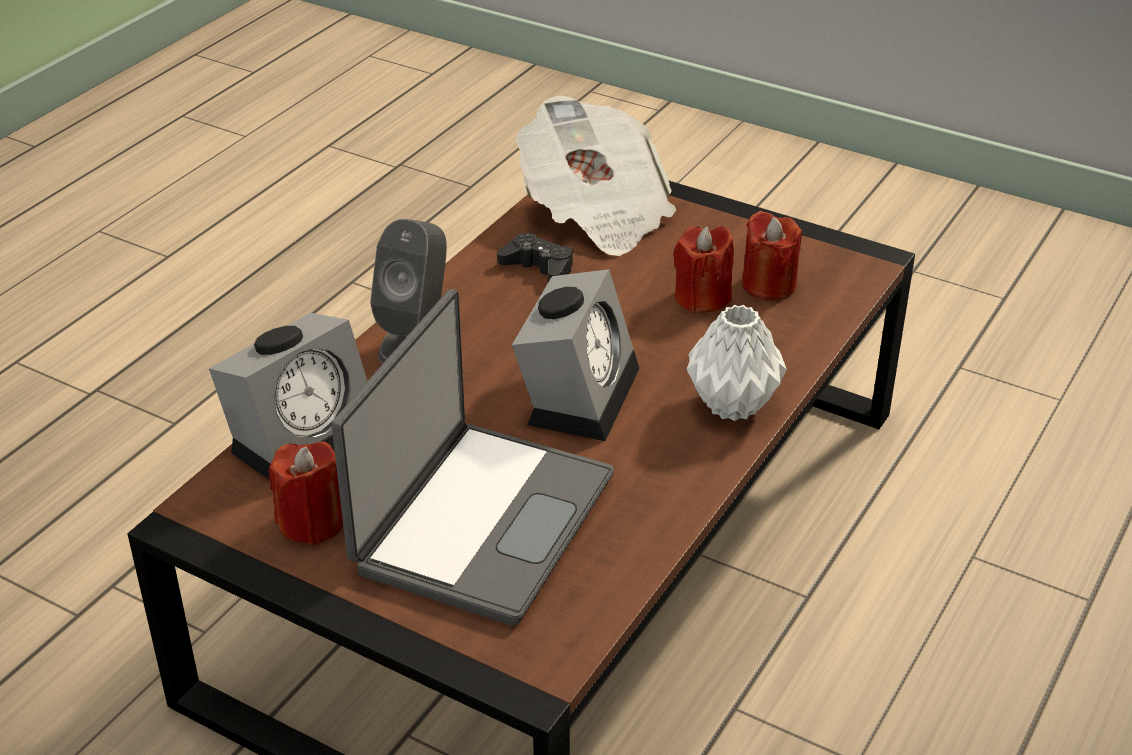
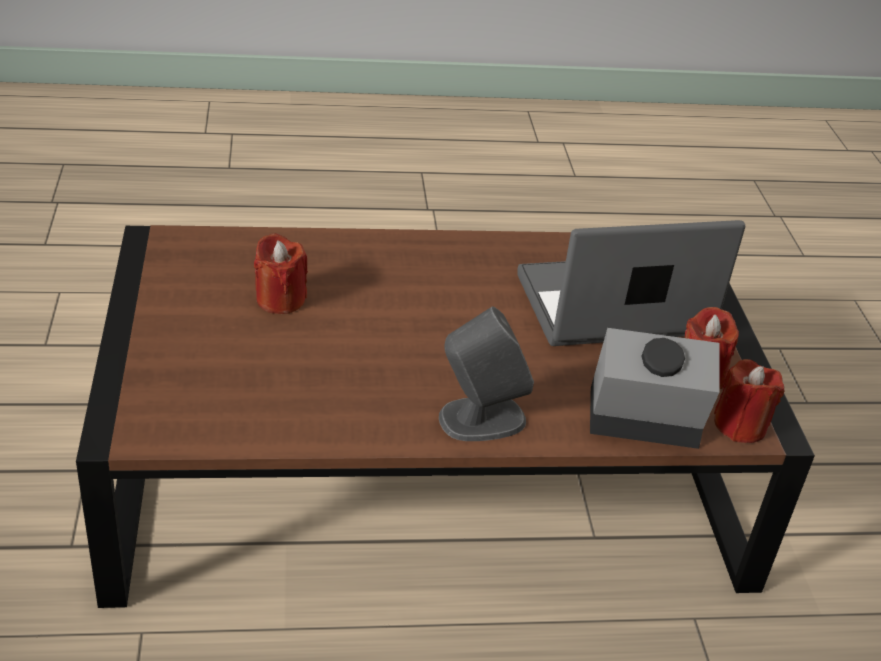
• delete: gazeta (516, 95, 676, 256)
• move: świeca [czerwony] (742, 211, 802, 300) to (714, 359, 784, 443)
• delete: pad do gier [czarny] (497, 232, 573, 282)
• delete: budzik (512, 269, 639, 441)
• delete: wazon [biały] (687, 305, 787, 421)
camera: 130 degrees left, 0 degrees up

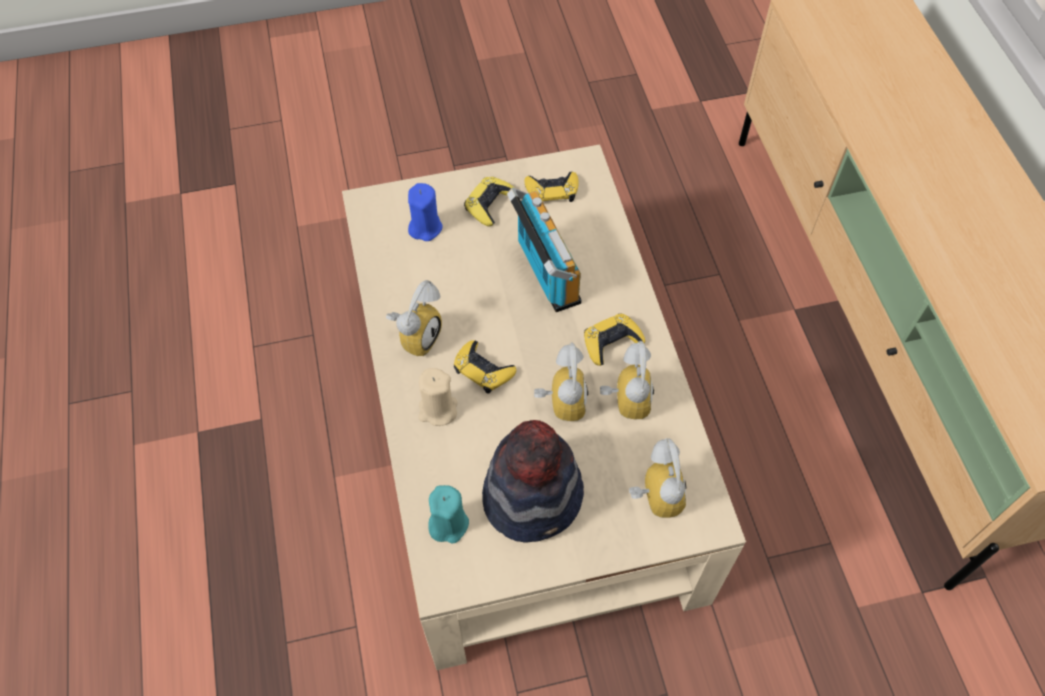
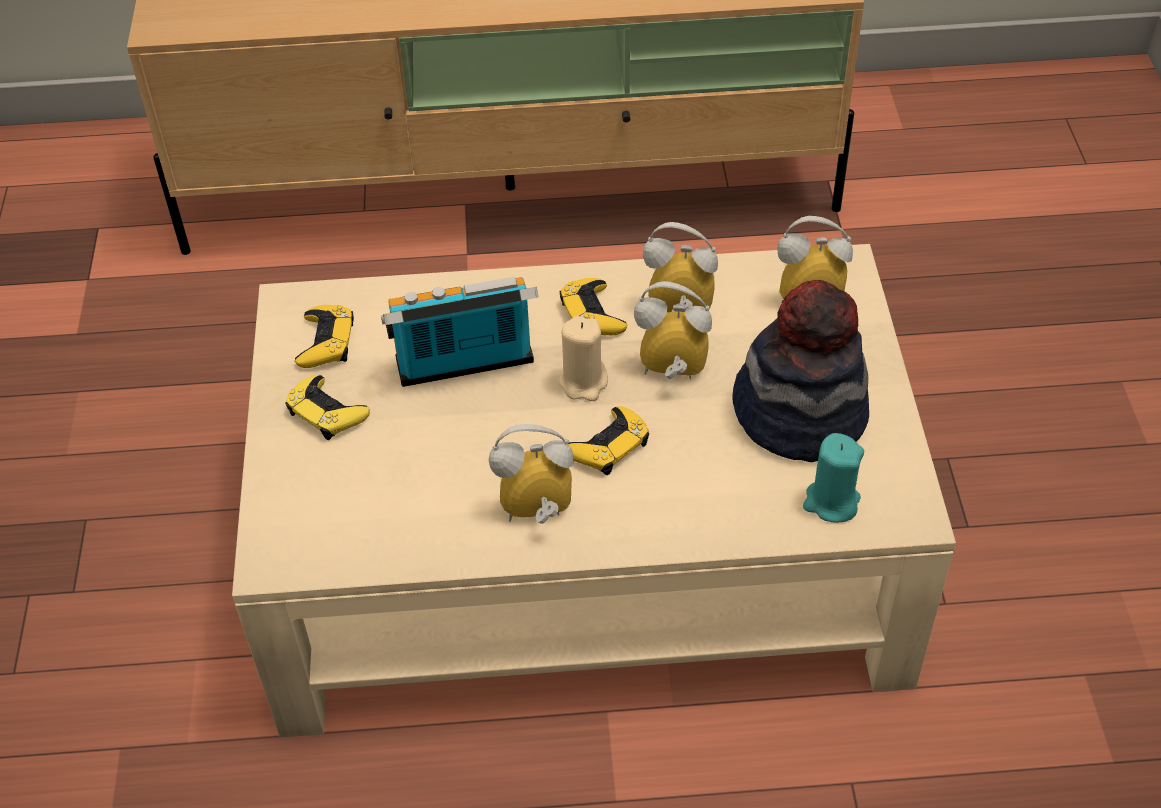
• delete: świeca [niebieski] (408, 183, 443, 241)
• rotate: budzik (386, 280, 442, 356) = (489, 424, 573, 524) 45 degrees counterclockwise
• move: świeca [beżowy] (418, 368, 458, 426) to (559, 316, 608, 401)
camera: 80 degrees left, 10 degrees down

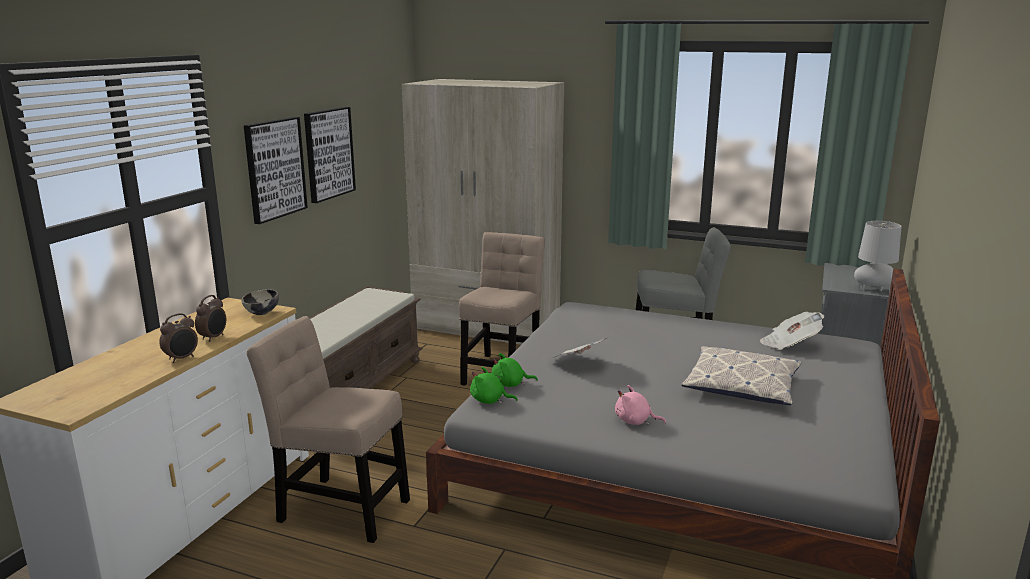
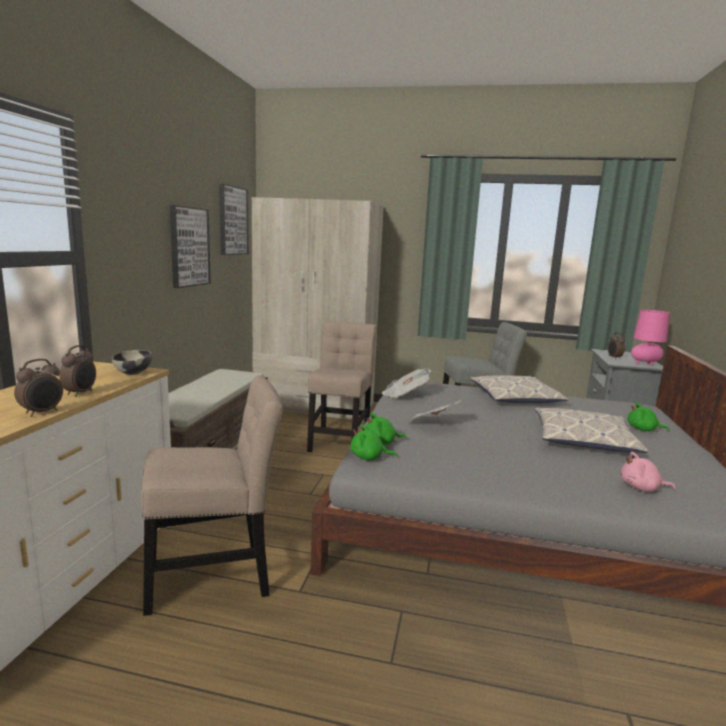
• move: obraz (244, 117, 308, 224) to (219, 183, 249, 255)
• recolor: lampa stołowa [szary] (854, 221, 902, 291) to lampa stołowa [różowy] (631, 310, 670, 366)
• move: gazeta (760, 312, 825, 350) to (382, 369, 431, 398)
• rotate: krzesło [beżowy] (247, 316, 410, 543) = (141, 376, 283, 616) 150 degrees clockwise
• move: pluszak [różowy] (615, 385, 666, 425) to (621, 452, 676, 492)
• insert: budzik (607, 332, 625, 359)
• insert: poduszka (470, 375, 569, 403)
• insert: pluszak [zielony] (628, 403, 670, 432)
camera: 10 degrees left, 5 degrees down

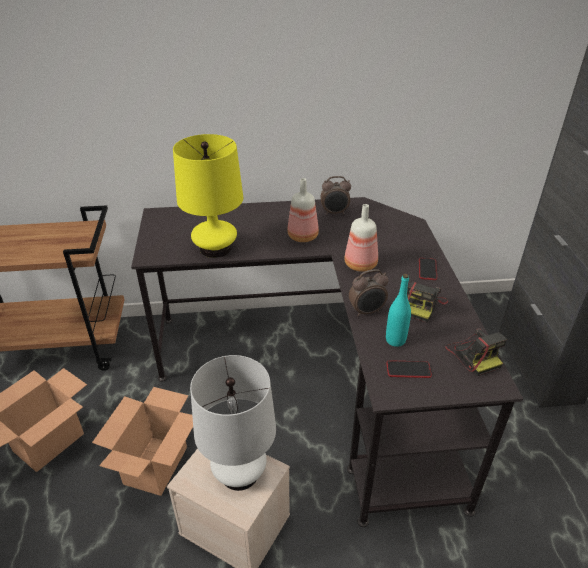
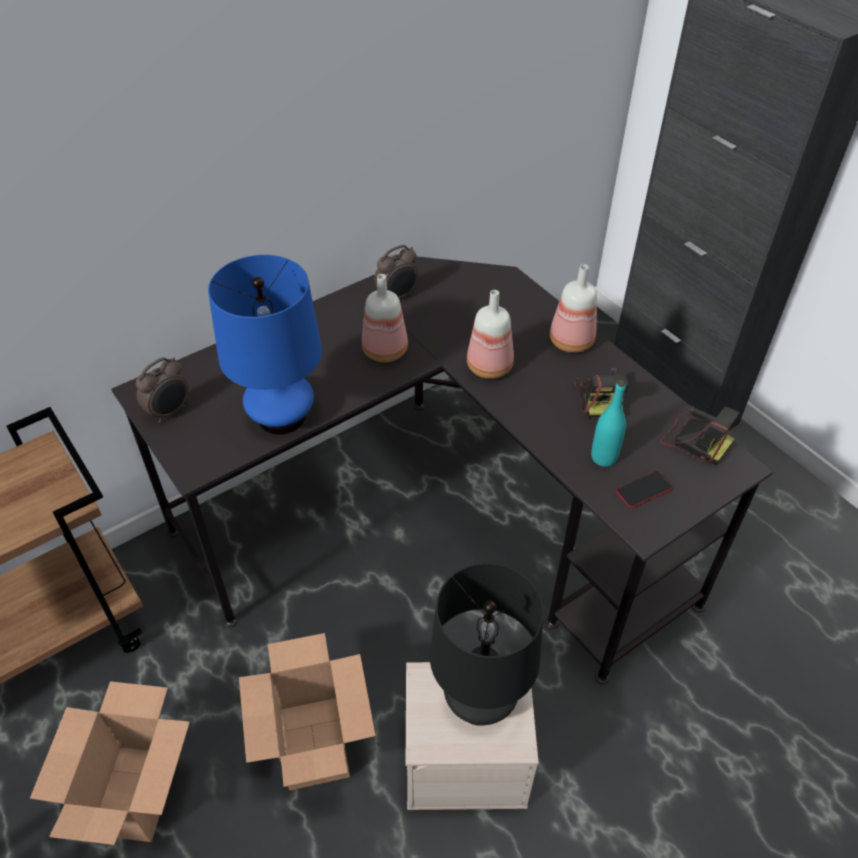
• recolor: lampa stołowa [żółty] (173, 134, 243, 258) to lampa stołowa [niebieski] (208, 255, 322, 435)
• replace: telefon (419, 258, 437, 280) to butelka (550, 264, 597, 353)
• move: budzik (349, 269, 388, 317) to (136, 357, 189, 423)
• recolor: lampa stołowa [biały] (190, 355, 276, 491) to lampa stołowa [czarny] (430, 563, 544, 726)
camera: 30 degrees left, 10 degrees up

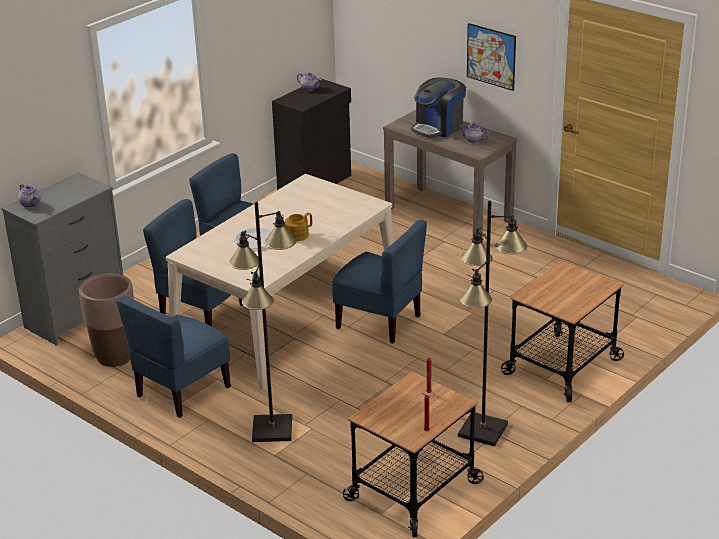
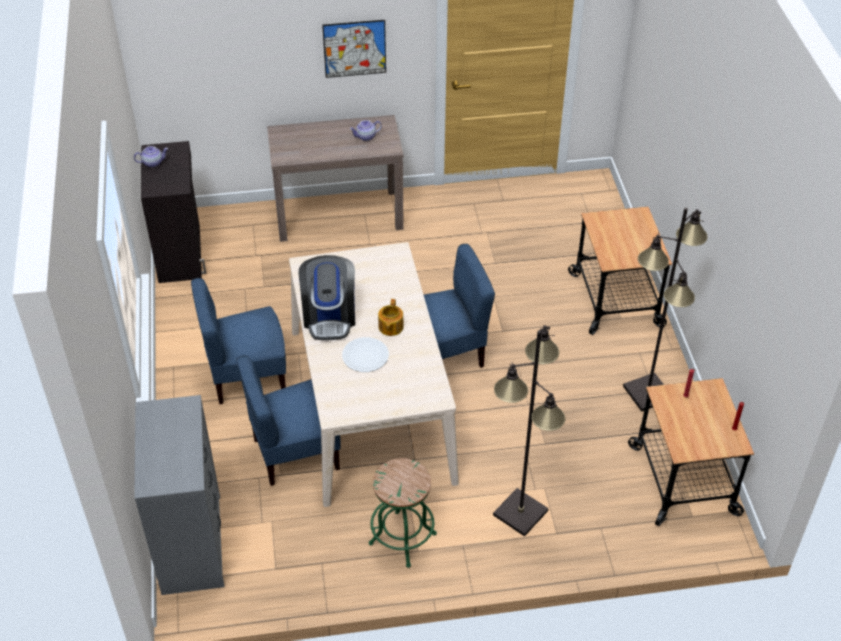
• move: ekspres do kawy (411, 77, 466, 138) to (299, 255, 355, 340)
• delete: imbryk (18, 184, 41, 208)
• delete: donica [brązowy] (79, 273, 134, 367)
• replace: krzesło [niebieski] (116, 296, 231, 418) to stołek [zielony] (369, 458, 437, 568)
camera: 50 degrees left, 15 degrees up

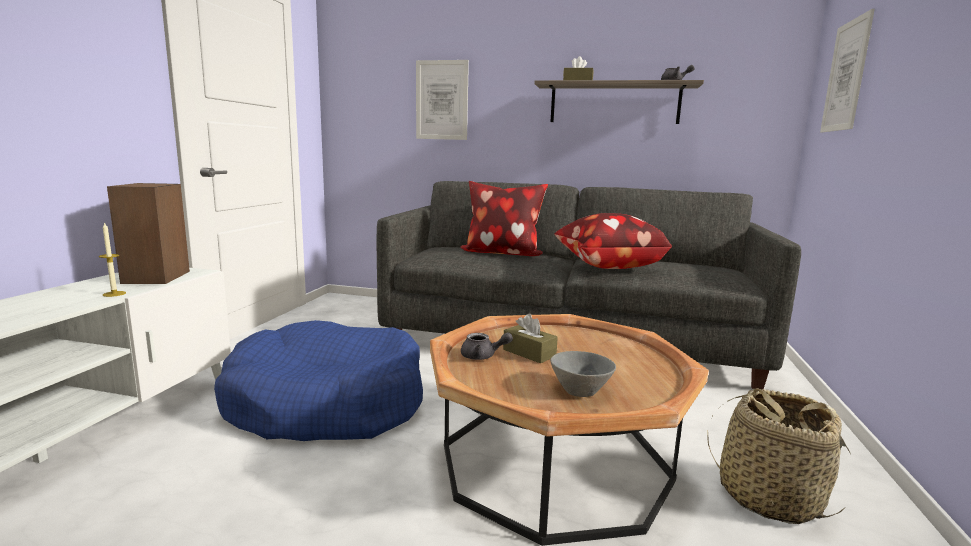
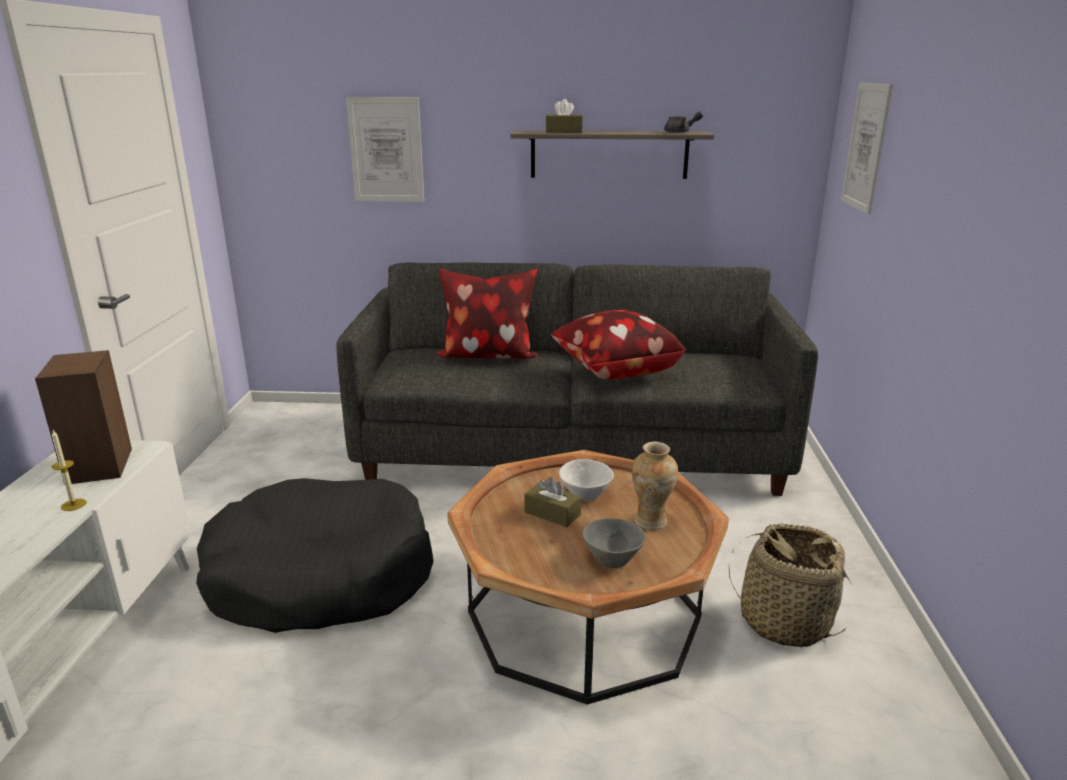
• recolor: legowisko [niebieski] (214, 320, 423, 441) to legowisko [czarny] (196, 478, 434, 633)
• delete: imbryk [szary] (461, 332, 513, 360)
• insert: wazon (632, 441, 678, 530)
• insert: miska [biały] (559, 459, 614, 501)
camera: 10 degrees left, 10 degrees up

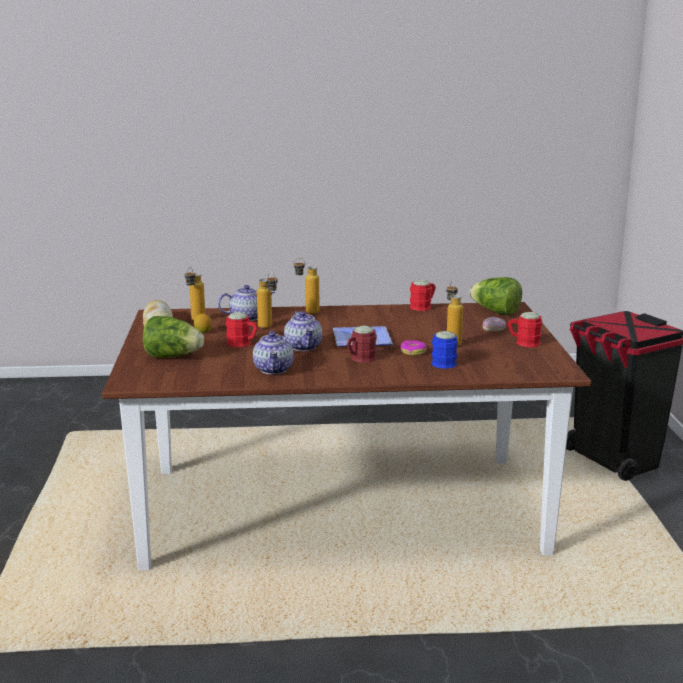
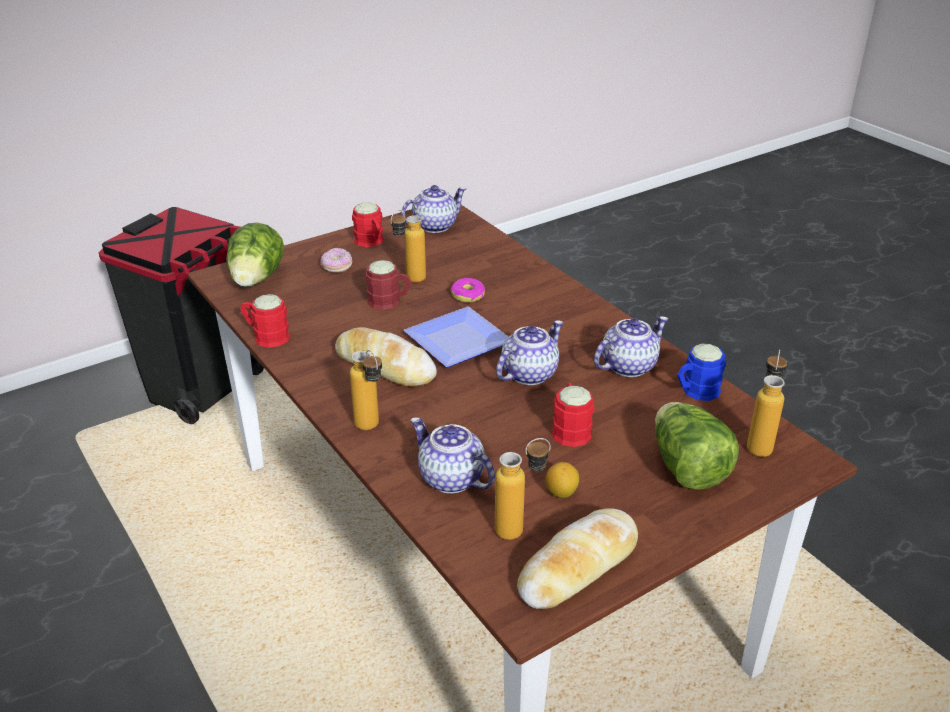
• move: butelka (257, 272, 277, 328) to (747, 349, 787, 457)
• move: kubek [czerwony] (346, 325, 377, 363) to (366, 260, 412, 310)
• move: kubek [niebieski] (431, 331, 458, 369) to (677, 344, 726, 401)
• insert: imbryk (401, 185, 467, 233)
• insert: chleb (335, 327, 437, 387)
camera: 120 degrees left, 15 degrees up

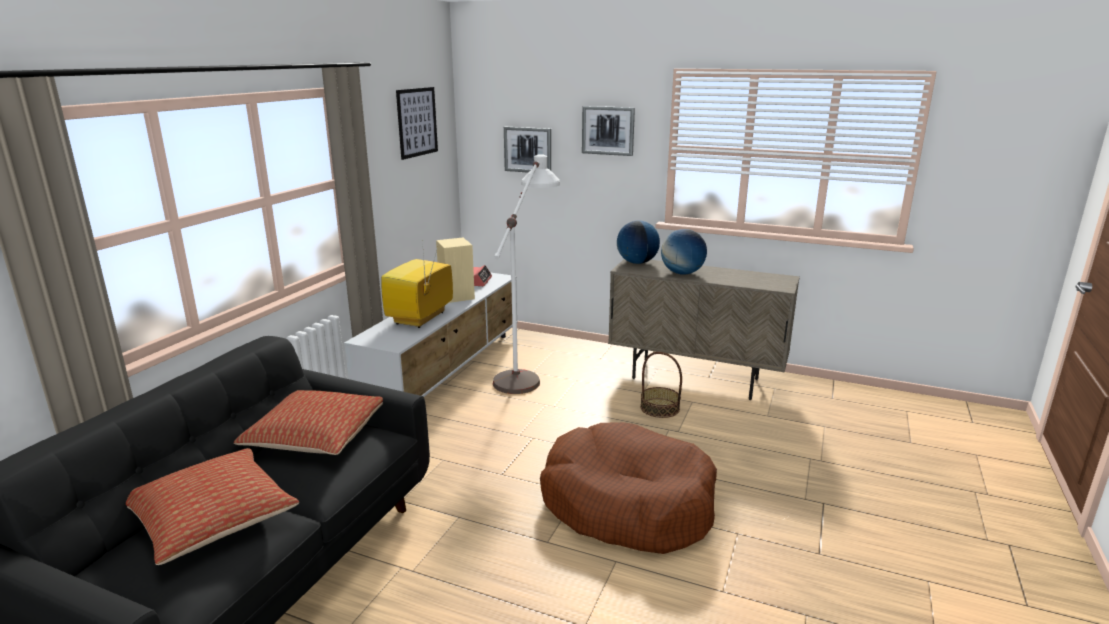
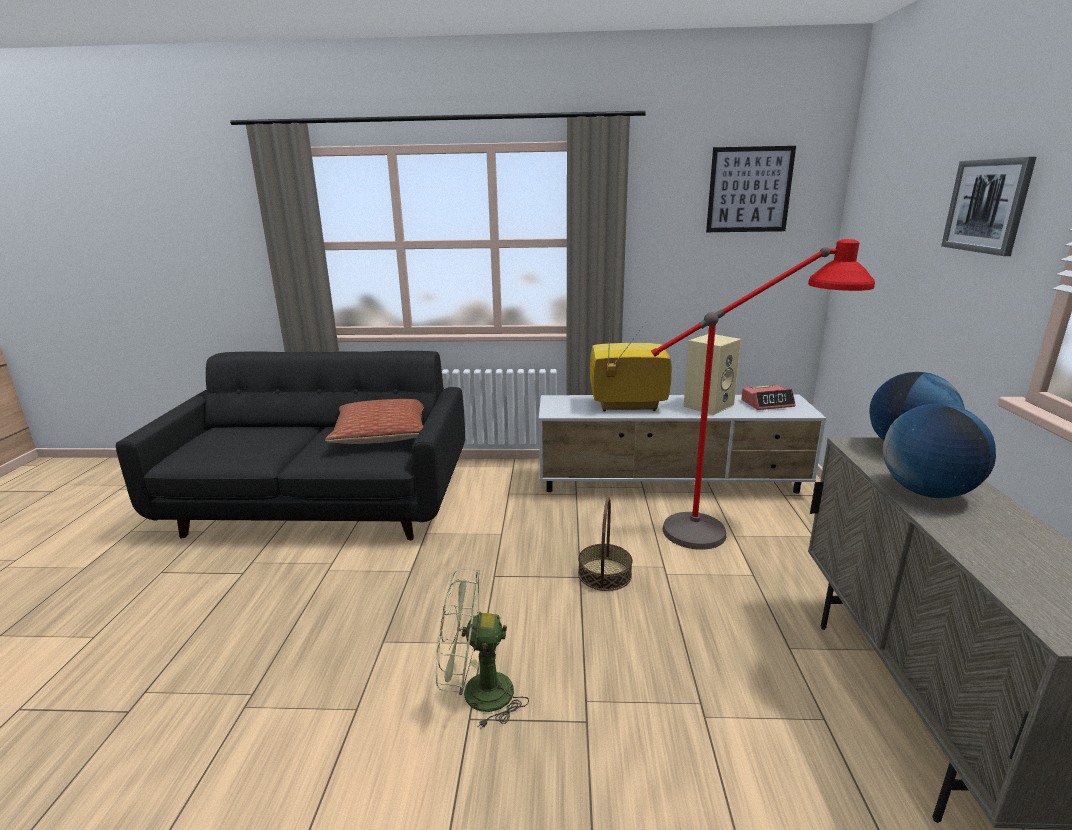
• delete: obraz (504, 127, 551, 173)
• recolor: lampa stojąca [biały] (493, 154, 560, 394) to lampa stojąca [czerwony] (651, 239, 875, 550)
• move: koszyk (640, 352, 682, 418) to (578, 497, 633, 591)
• replace: legowisko [brązowy] (540, 422, 717, 554) to wentylator [zielony] (436, 569, 529, 729)
• delete: poduszka (126, 448, 299, 565)
camera: 70 degrees right, 0 degrees up

